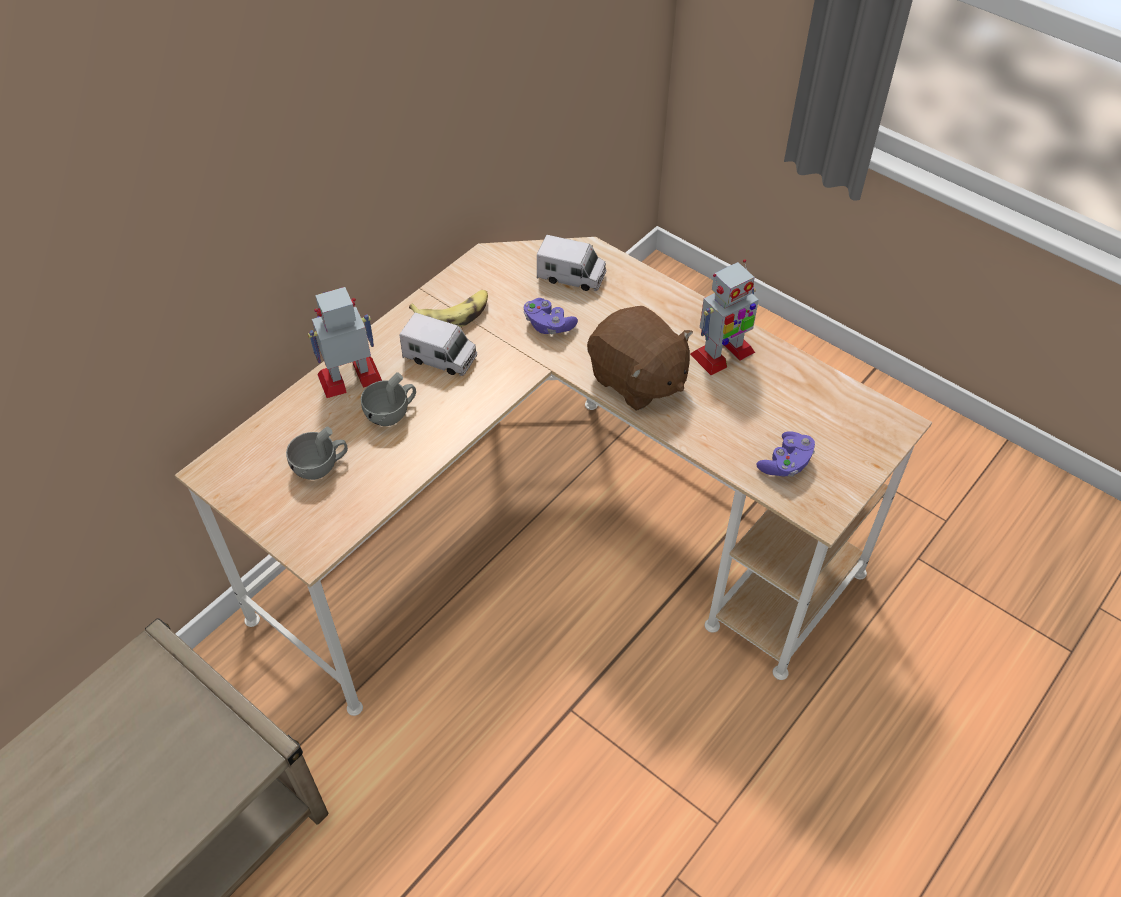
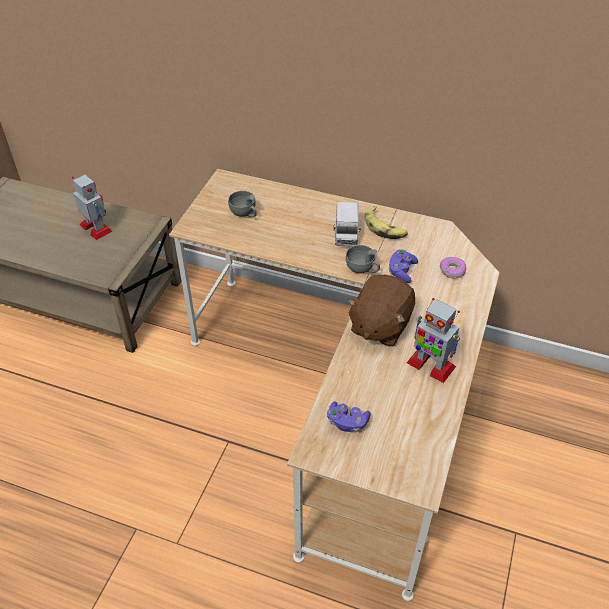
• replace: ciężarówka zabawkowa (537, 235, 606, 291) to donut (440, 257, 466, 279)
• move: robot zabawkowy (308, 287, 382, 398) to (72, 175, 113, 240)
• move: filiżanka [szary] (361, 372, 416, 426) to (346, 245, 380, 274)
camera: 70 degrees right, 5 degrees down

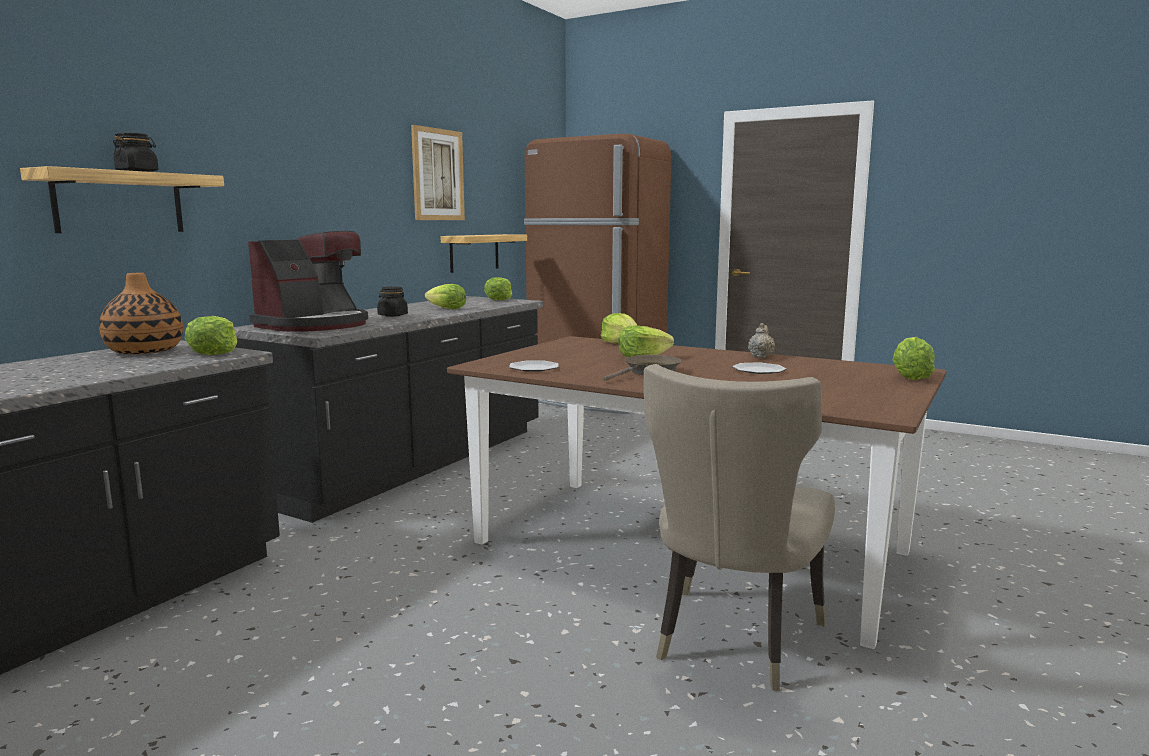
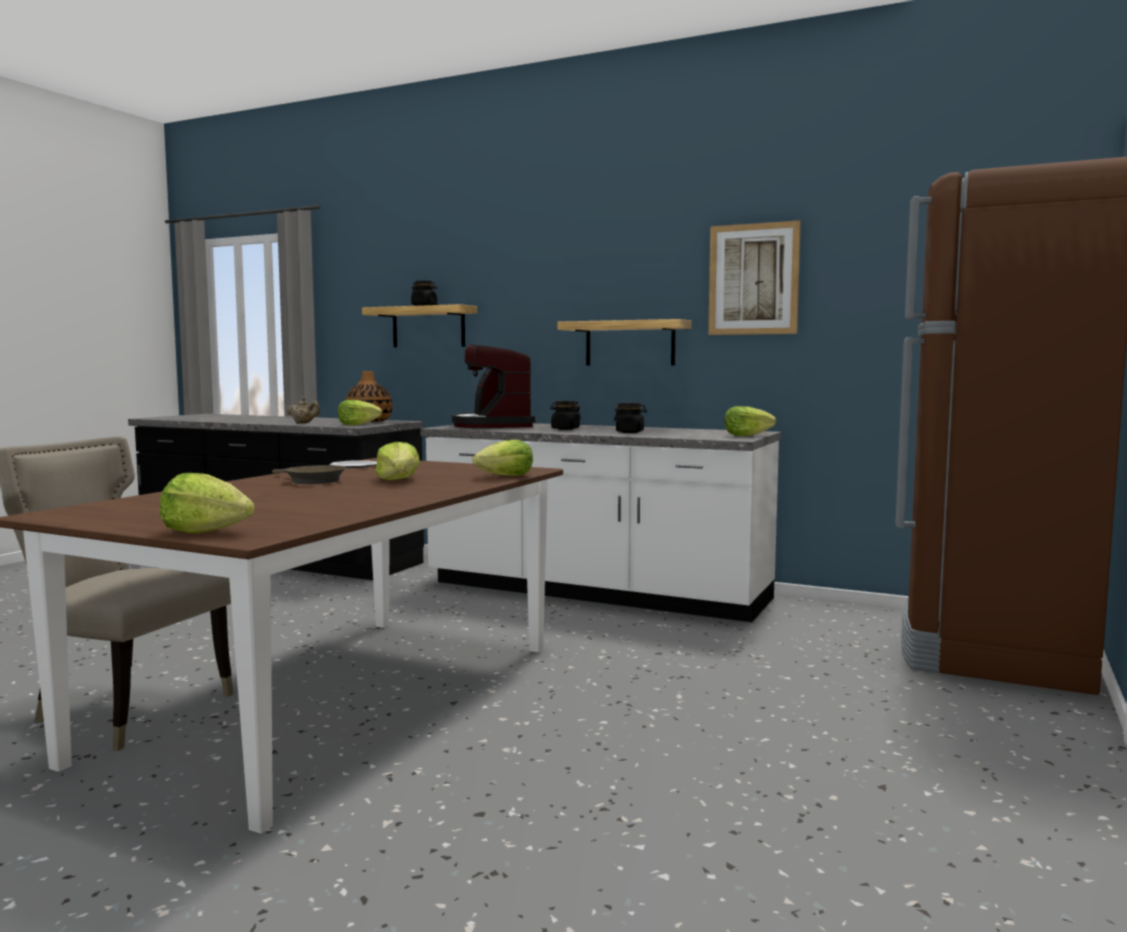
• rotate: ekspres do kawy (248, 231, 368, 332) = (452, 344, 535, 428) 45 degrees clockwise
• move: półka (440, 234, 527, 273) to (557, 319, 692, 366)
• replace: sałata (425, 284, 466, 309) to słoik [czarny] (614, 402, 647, 433)
• recolor: zabudowa kuchenna [czarny] (234, 296, 543, 523) to zabudowa kuchenna [biały] (420, 423, 781, 622)
• move: imbryk [beżowy] (748, 323, 775, 358) to (287, 398, 320, 424)
• delete: talerz (732, 362, 786, 374)
camera: 85 degrees right, 5 degrees down

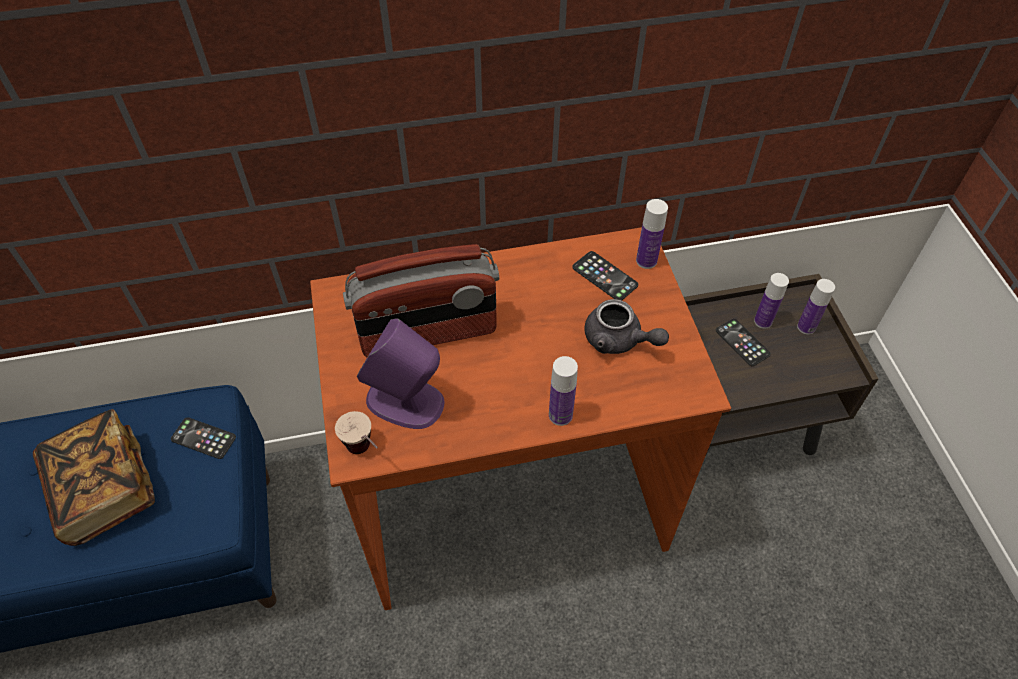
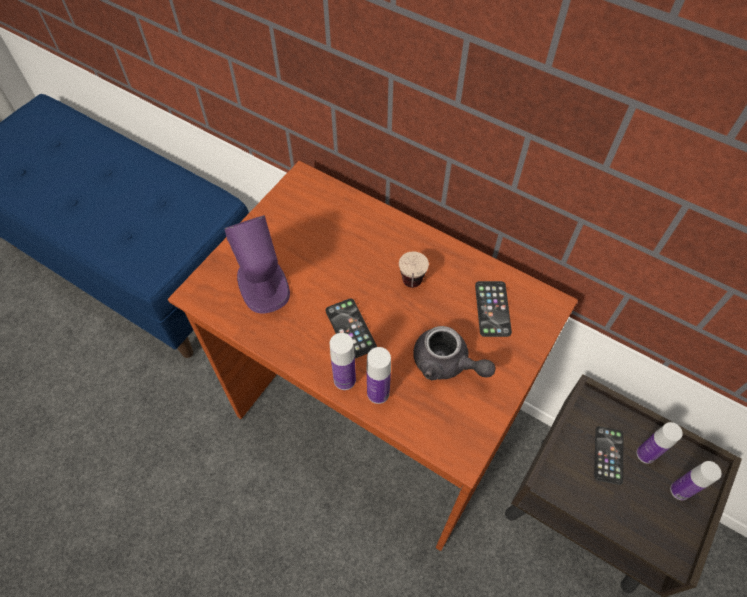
• move: butelka (636, 199, 668, 269) to (367, 347, 391, 404)
• delete: radio (343, 244, 499, 357)
• rotate: imbryk [szary] (584, 299, 669, 354) = (413, 326, 496, 380) 45 degrees counterclockwise
• delete: książka (33, 409, 155, 546)
• move: filiżanka (335, 411, 378, 454) to (399, 251, 429, 288)
• move: telefon (171, 417, 236, 459) to (326, 299, 377, 359)
camera: 45 degrees right, 5 degrees up

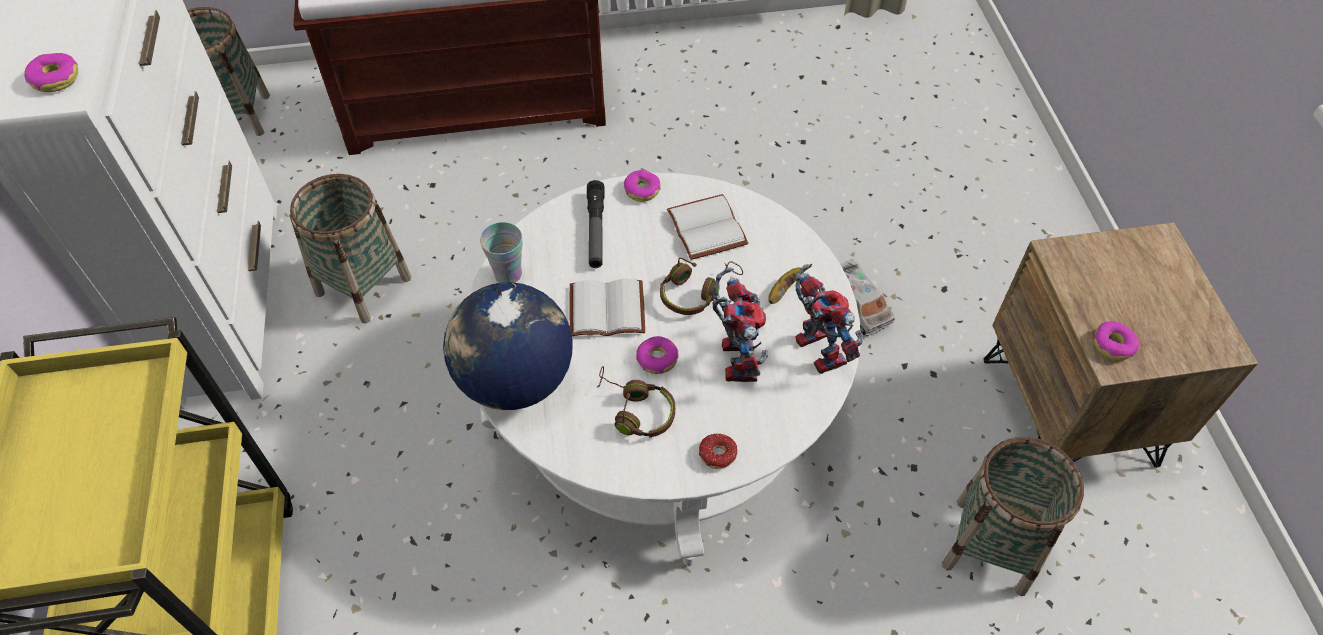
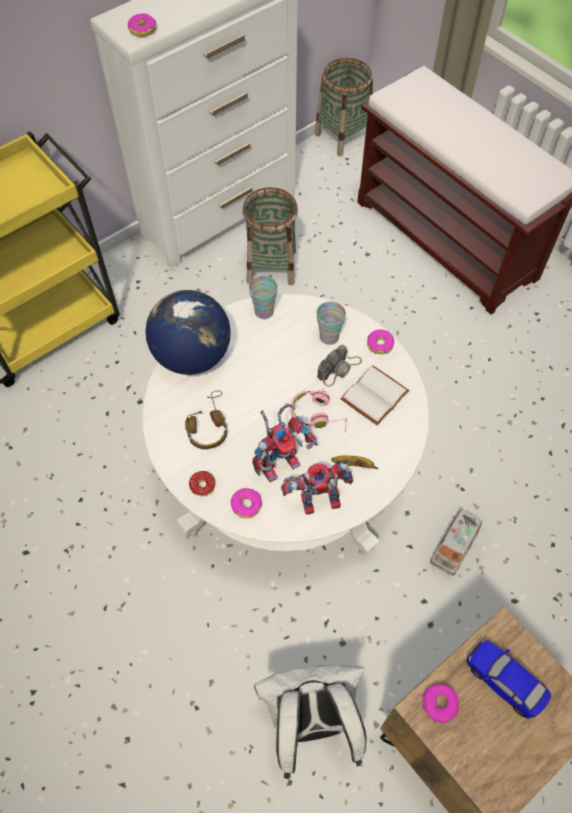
• replace: latarka (587, 180, 605, 268) to filiżanka (316, 302, 346, 345)
• recolor: słuchawki [brązowy] (660, 258, 743, 315) to słuchawki [różowy] (291, 388, 347, 433)
• rotate: robot zabawkowy (796, 264, 863, 374) = (281, 463, 353, 514) 135 degrees counterclockwise
• delete: książka [biały] (569, 279, 645, 336)
• move: donut (636, 336, 678, 374) to (231, 488, 262, 519)
• replace: koszyk (942, 437, 1084, 596) to plecak [biały] (254, 665, 367, 779)
• insert: aparat fotograficzny (317, 345, 362, 387)
• insert: samochodzik (467, 640, 551, 719)
camera: 60 degrees right, 5 degrees up

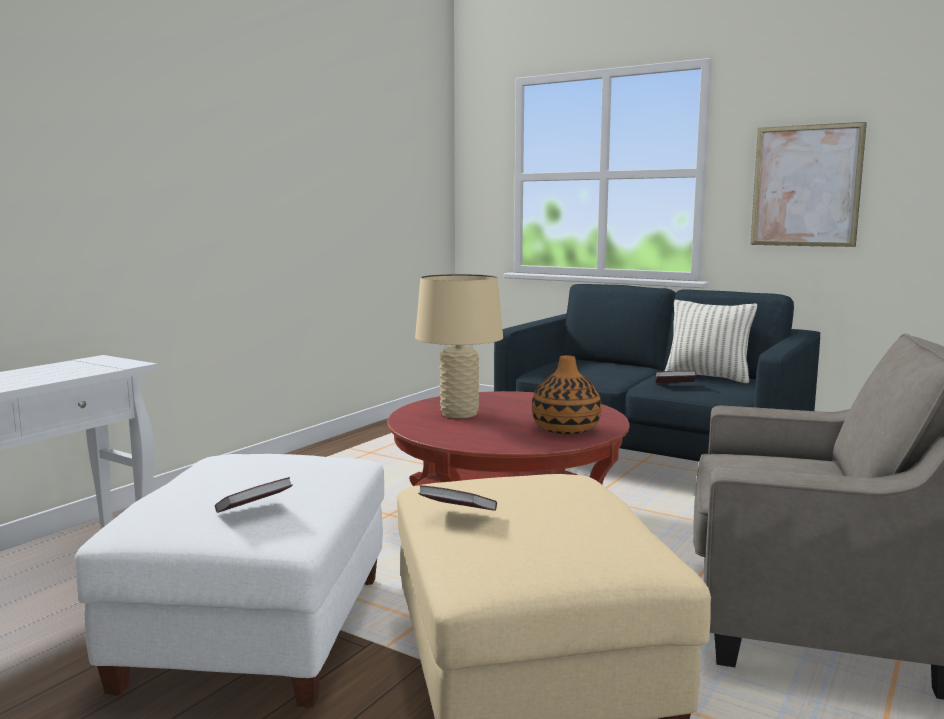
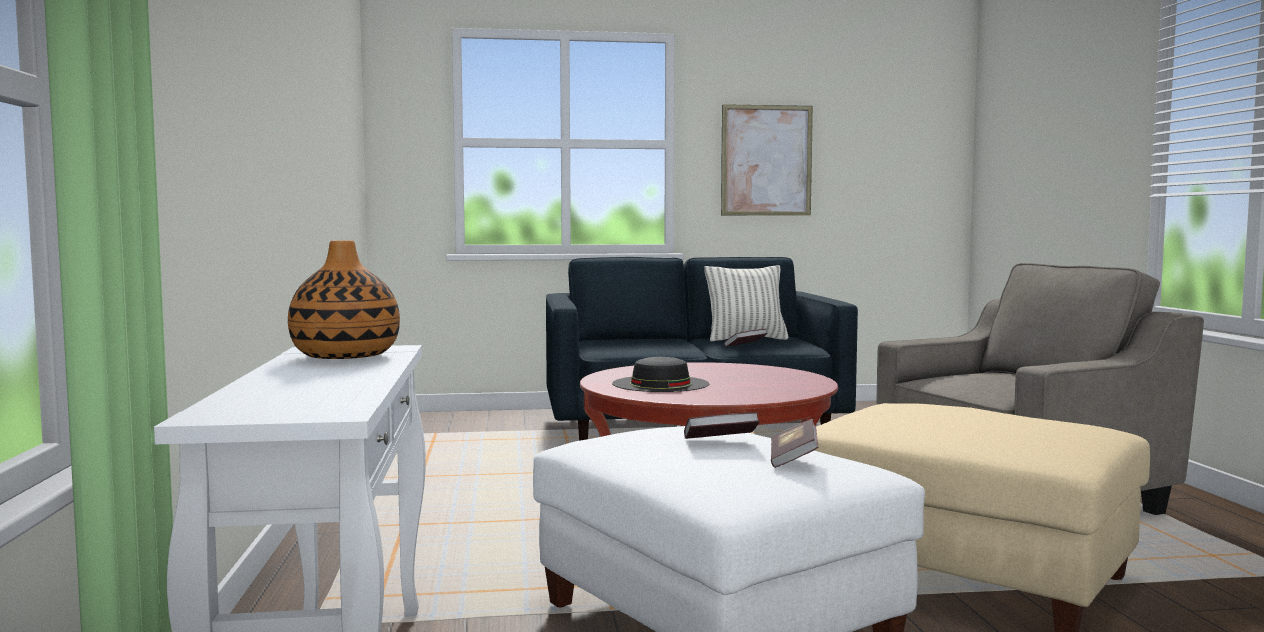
• replace: lampa stołowa [beżowy] (415, 274, 503, 418) to kapelusz [czarny] (612, 357, 709, 392)
• move: wazon (532, 355, 602, 434) to (288, 240, 400, 359)
• move: książka (418, 485, 497, 511) to (684, 412, 760, 439)
camera: 40 degrees left, 5 degrees down

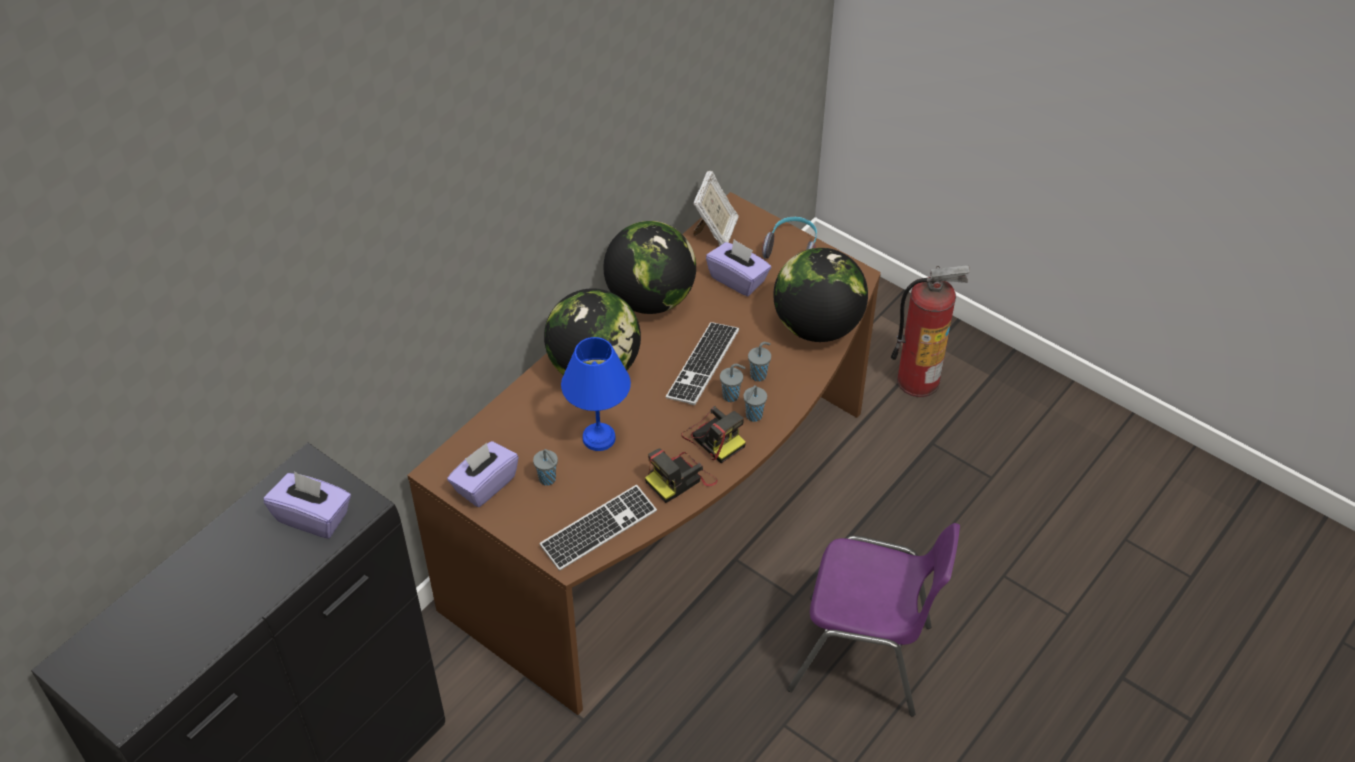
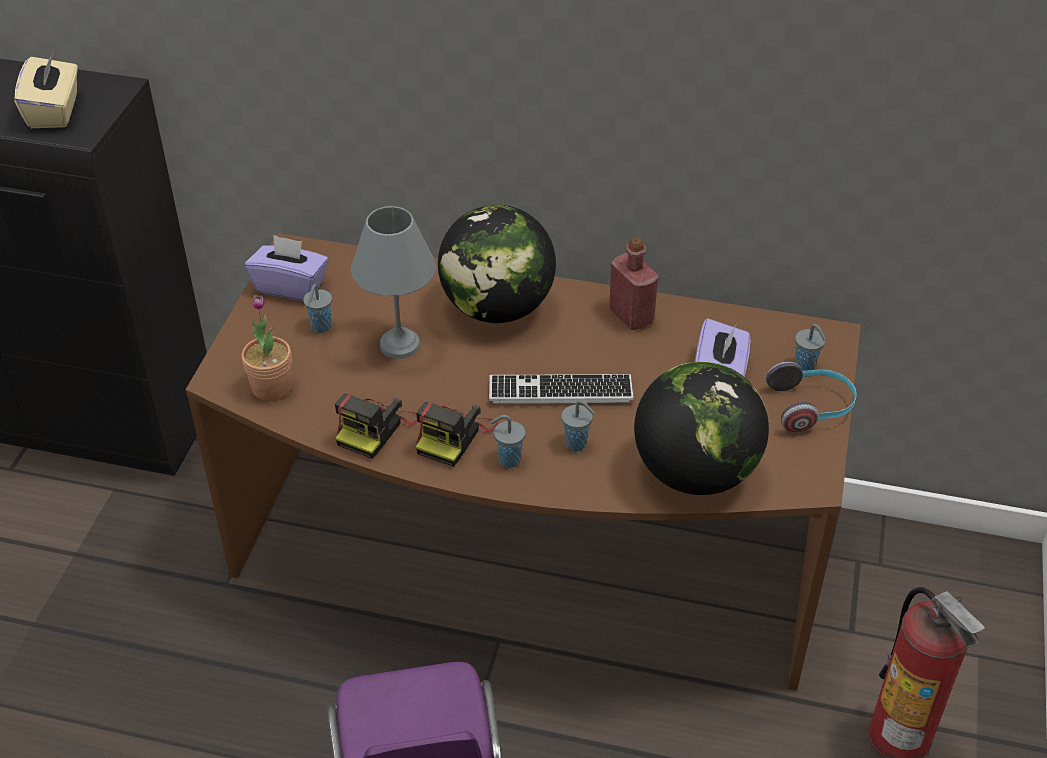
• delete: ramka na zdjęcie (693, 171, 739, 245)
• replace: globus (603, 221, 696, 314) to butelka [czerwony] (609, 237, 659, 330)
• recolor: lampa stołowa [niebieski] (561, 337, 631, 451) to lampa stołowa [szary] (351, 206, 436, 359)
• move: filiżanka [szary] (720, 364, 745, 402) to (795, 324, 826, 371)
• rotate: aparat fotograficzny (645, 448, 718, 503) = (335, 394, 418, 459) 90 degrees counterclockwise
• recolor: pudełko chusteczek [fioletowy] (264, 471, 351, 539) to pudełko chusteczek [beżowy] (15, 52, 78, 128)
• replace: klawiatura (539, 485, 657, 571) to roślina doniczkowa (242, 295, 292, 401)
camera: 65 degrees right, 5 degrees down

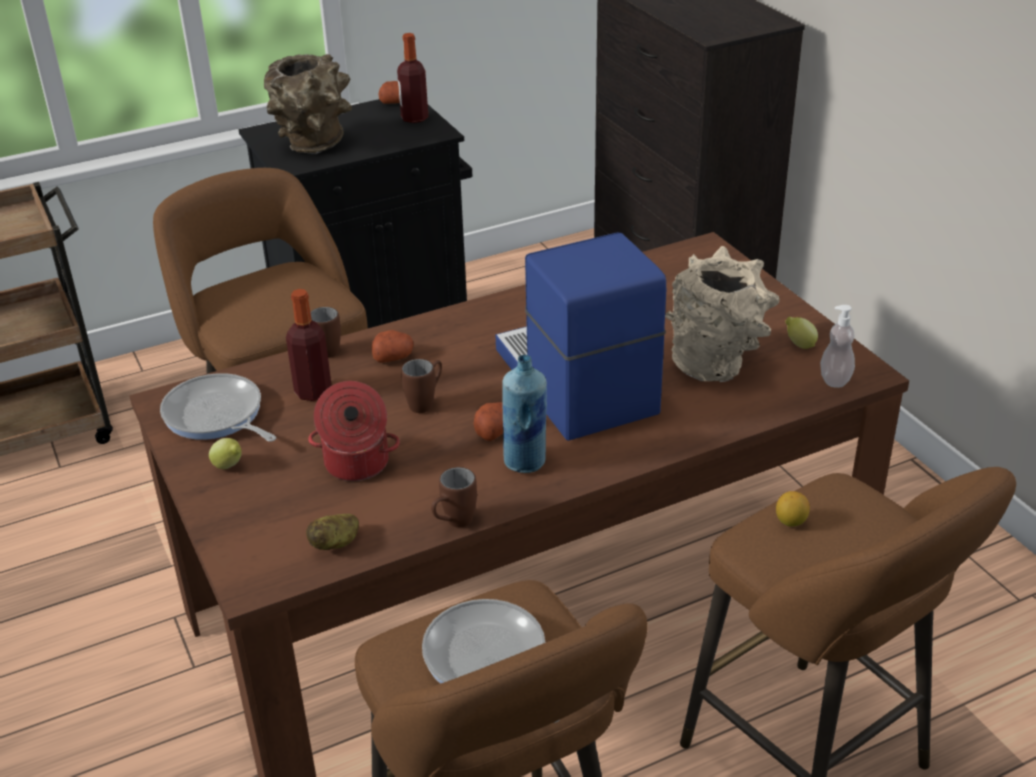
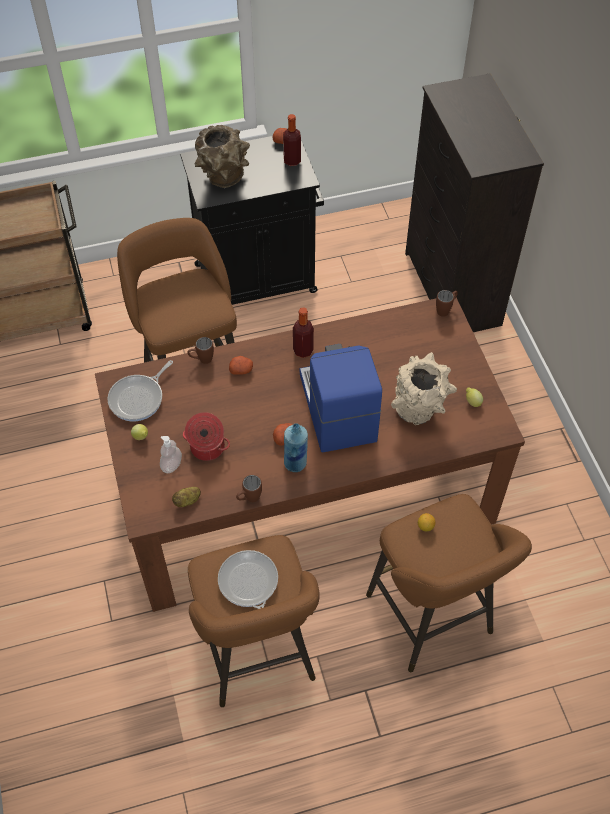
• move: butelka (286, 289, 332, 401) to (293, 307, 314, 358)
• move: dozownik mydła (820, 305, 855, 388) to (160, 436, 182, 473)
• move: kubek [brązowy] (401, 359, 442, 413) to (436, 290, 458, 317)
• rotate: patelnia (160, 373, 276, 442) = (107, 360, 173, 421) 105 degrees counterclockwise
camera: 10 degrees right, 20 degrees up

